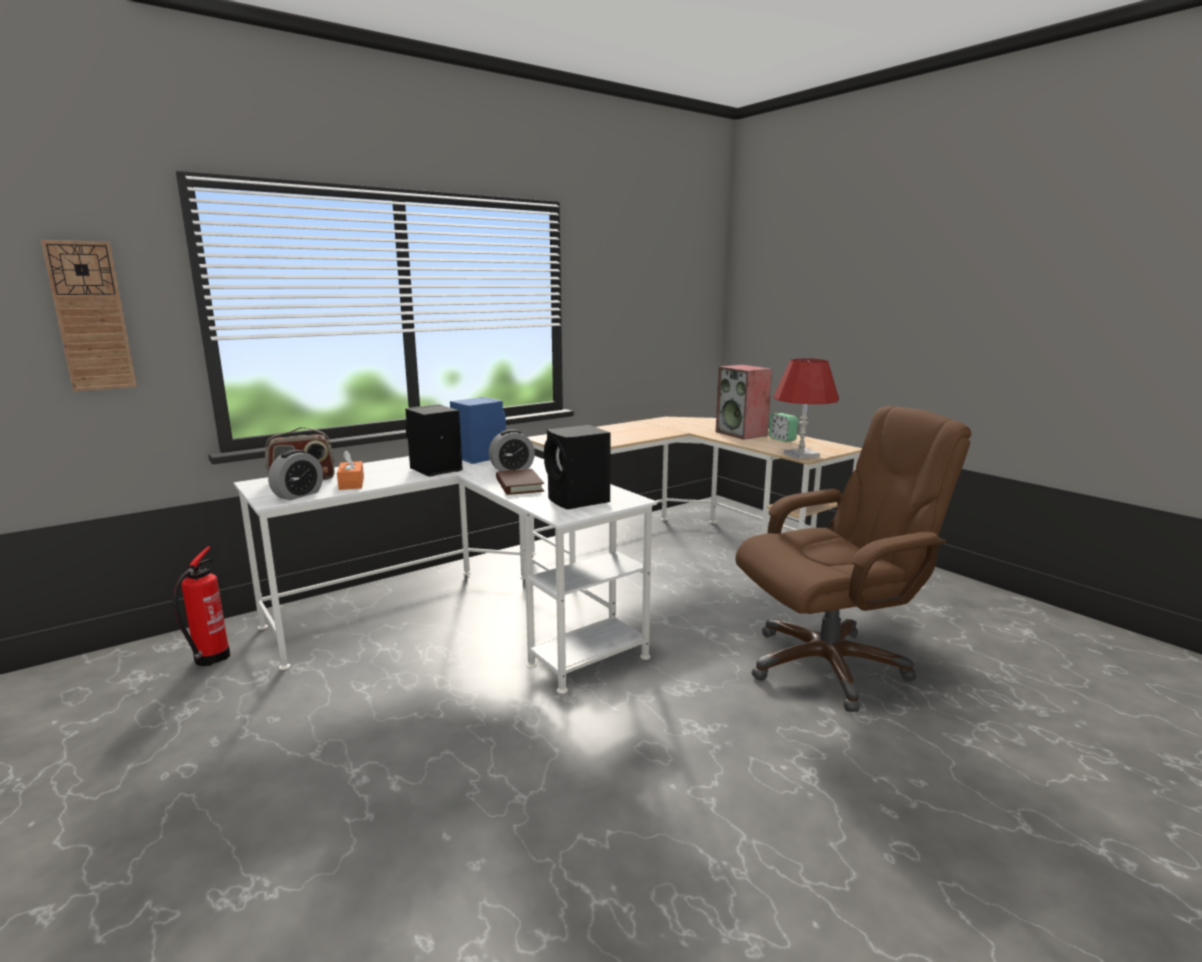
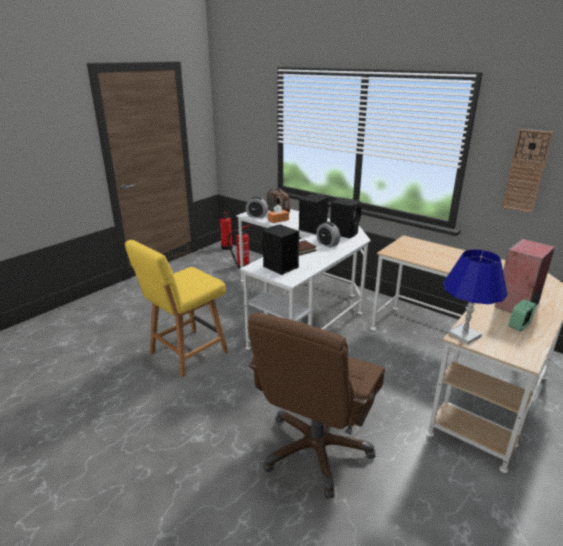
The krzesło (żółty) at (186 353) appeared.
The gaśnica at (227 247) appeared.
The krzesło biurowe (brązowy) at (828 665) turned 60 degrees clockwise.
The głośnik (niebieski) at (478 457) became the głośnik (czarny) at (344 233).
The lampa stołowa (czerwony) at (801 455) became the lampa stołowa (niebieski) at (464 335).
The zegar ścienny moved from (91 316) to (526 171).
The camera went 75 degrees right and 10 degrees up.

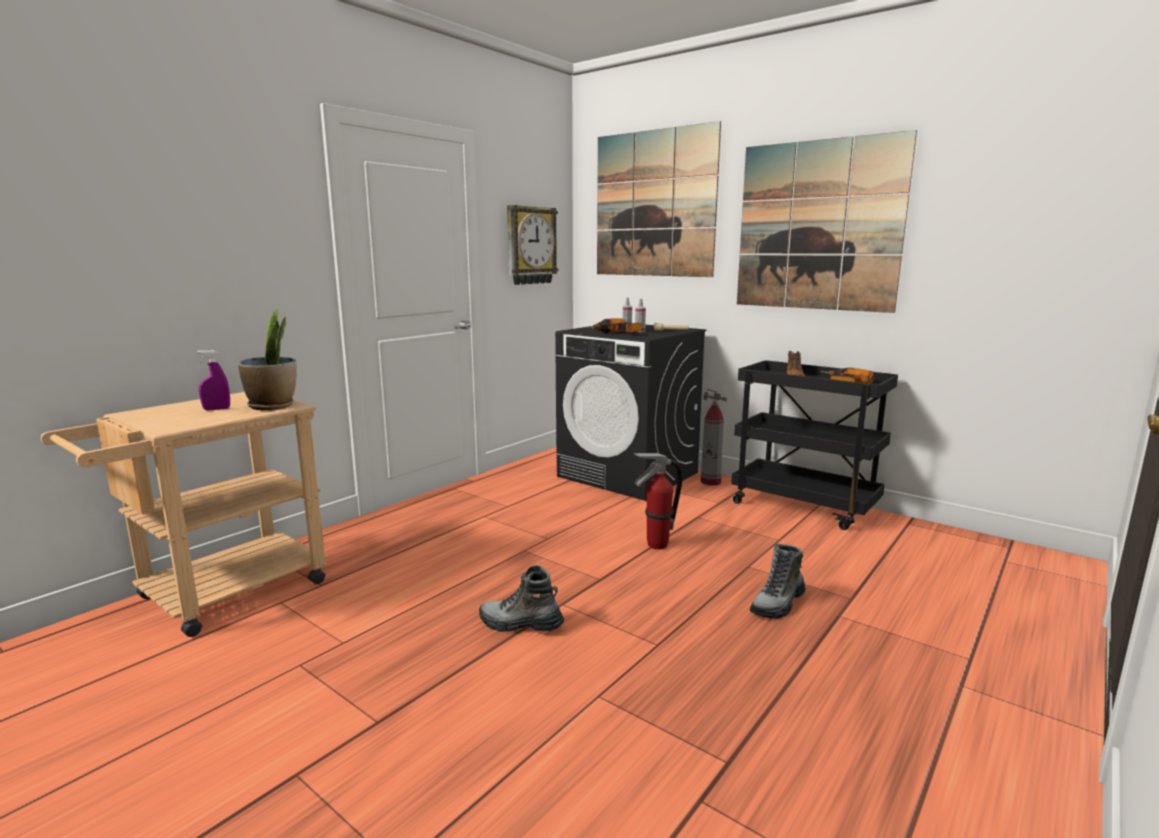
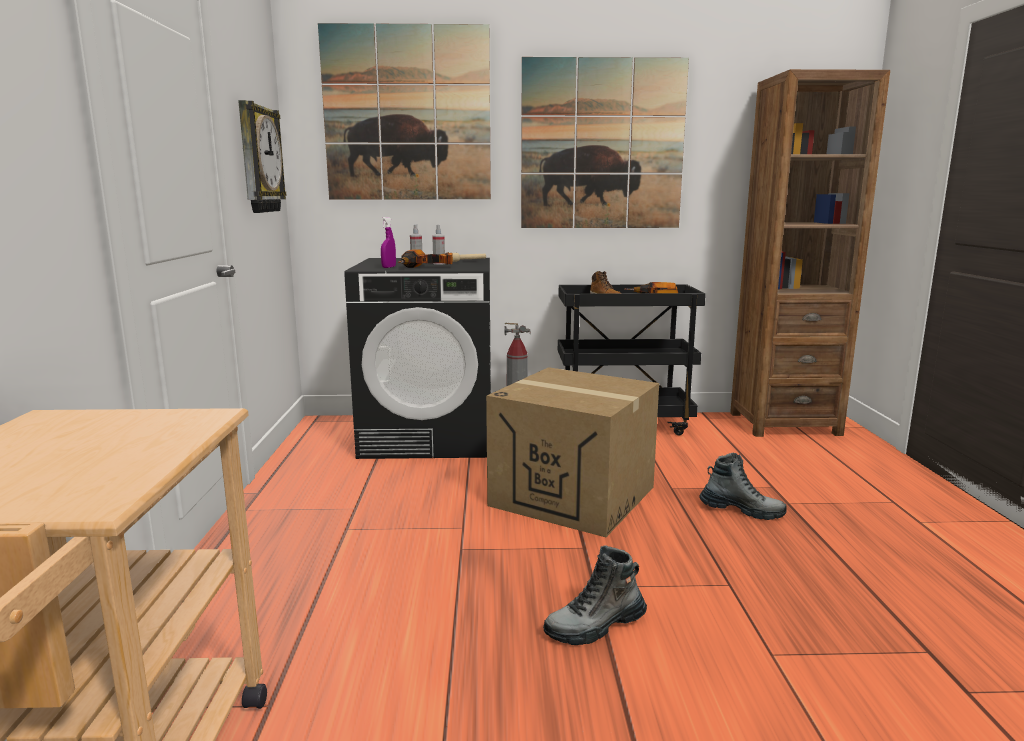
The spryskiwacz (fioletowy) moved from (216 409) to (389 267).
The gaśnica at (656 545) was replaced by the karton at (573 496).
The but z cholewką at (778 604) turned 75 degrees counterclockwise.
The regał (brązowy) at (784 424) appeared.
The roślina doniczkowa at (272 406) disappeared.
The camera went 40 degrees left and 0 degrees up.

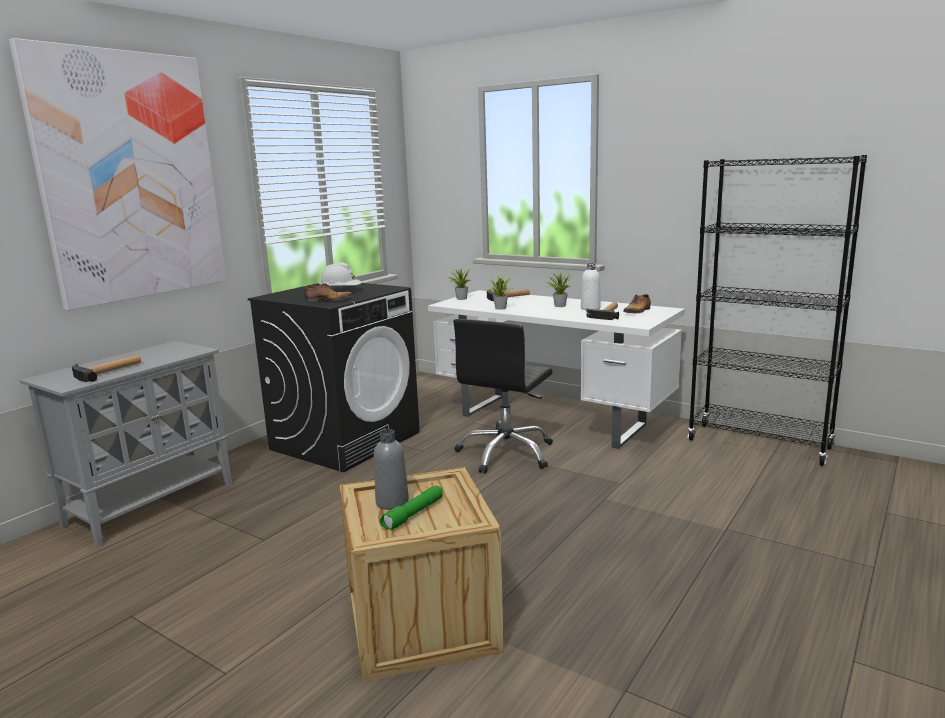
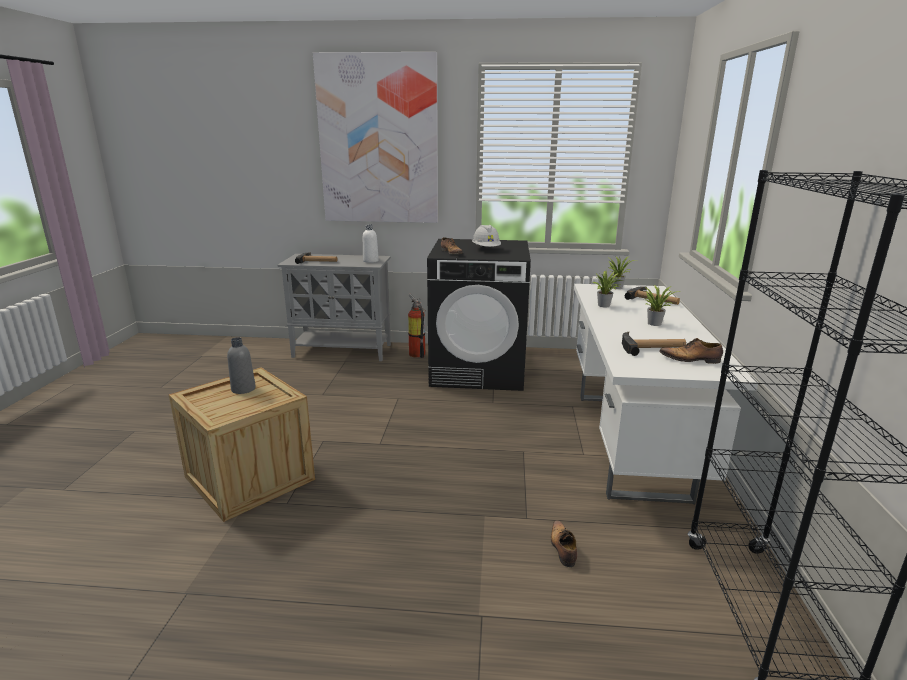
The butelka (biały) moved from (590 308) to (370 261).
The gaśnica at (417 353) appeared.
The but at (562 547) appeared.
The latarka (zielony) at (413 515) disappeared.
The krzesło biurowe (czarny) at (506 453) disappeared.
The camera went 60 degrees right and 5 degrees up.

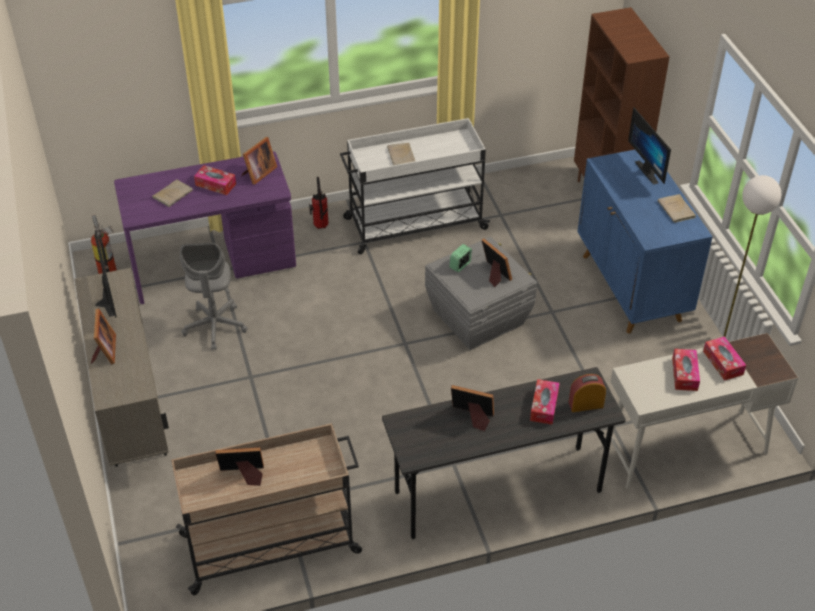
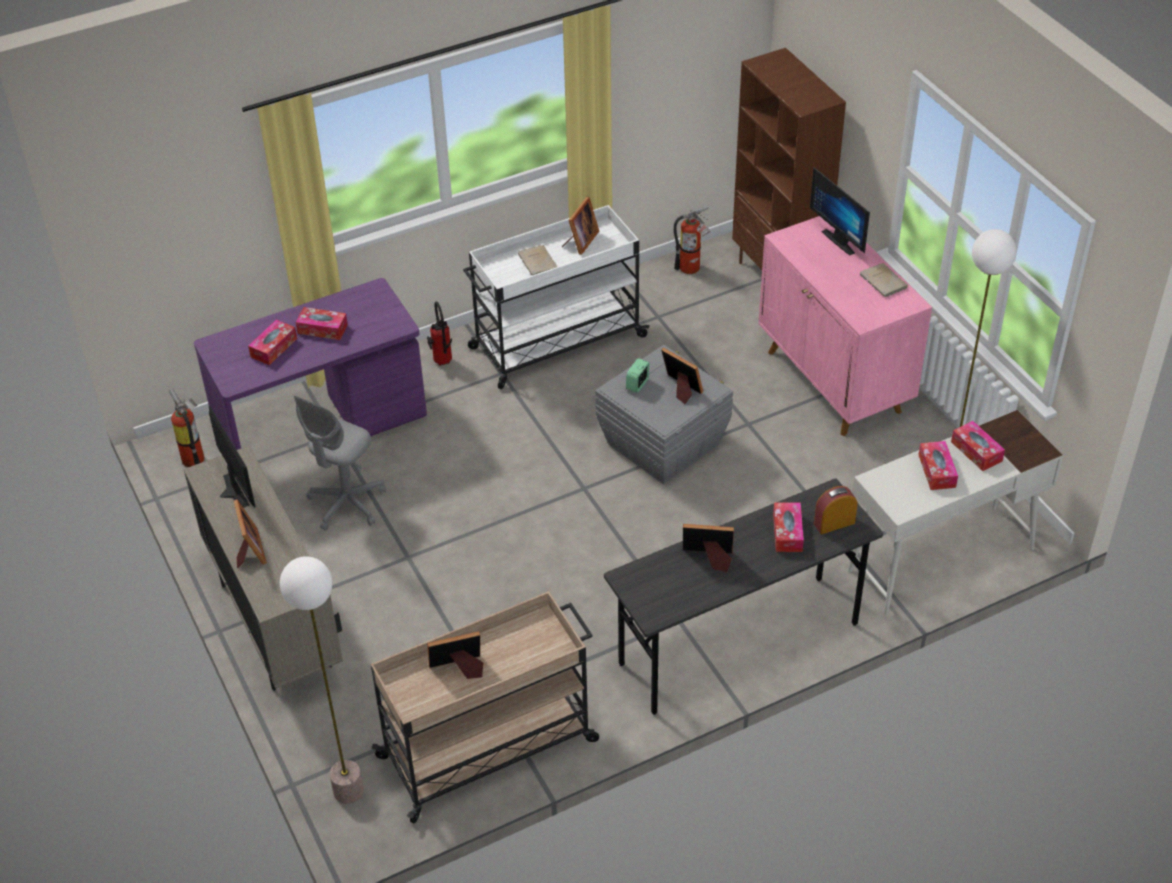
The książka (beżowy) at (173 194) was replaced by the pudełko chusteczek at (274 348).
The lampa stojąca at (347 790) appeared.
The krzesło biurowe (szary) at (215 326) turned 45 degrees clockwise.
The ramka na zdjęcie moved from (258 173) to (580 241).
The gaśnica at (692 268) appeared.
The szafka (niebieski) at (631 288) became the szafka (różowy) at (834 382).
The camera went 10 degrees left and 0 degrees up.

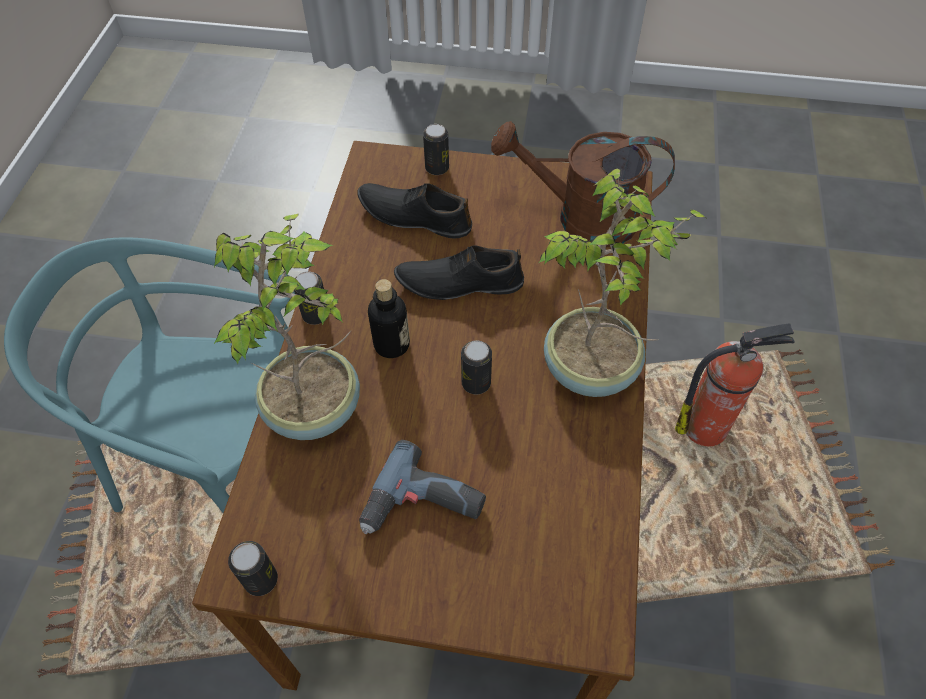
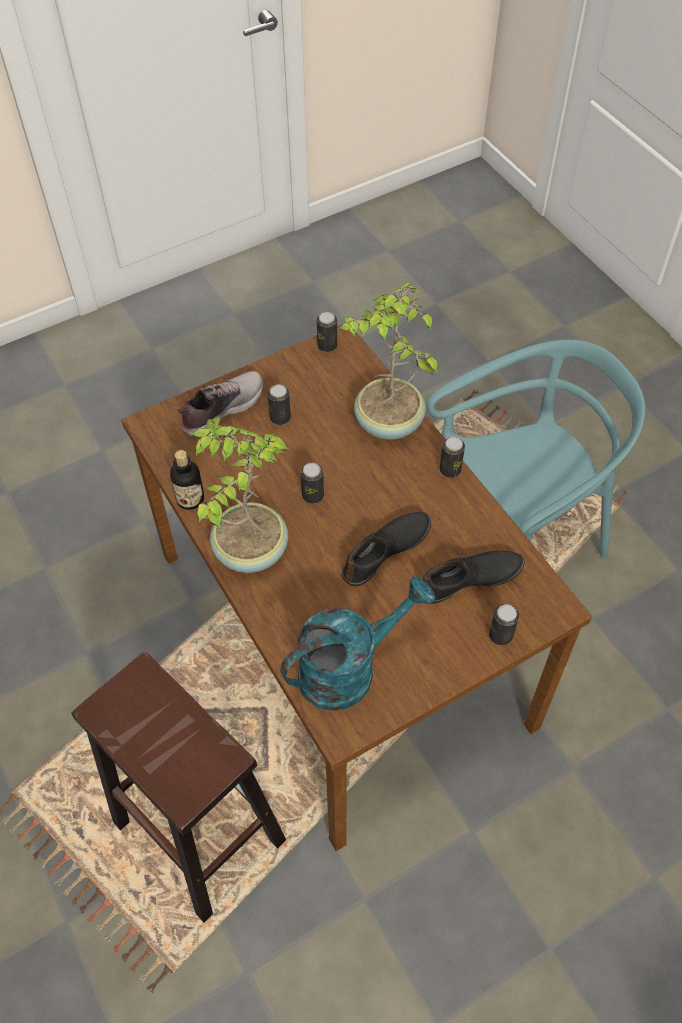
The gaśnica at (707 427) was replaced by the stołek (brązowy) at (197 830).
The butelka moved from (391 344) to (190 499).
The but at (221 409) appeared.
The wiertarka at (423 508) was replaced by the puszka at (280 418).
The konewka (brązowy) at (582 218) became the konewka (turkusowy) at (349 668).
The camera went 140 degrees right and 0 degrees up.

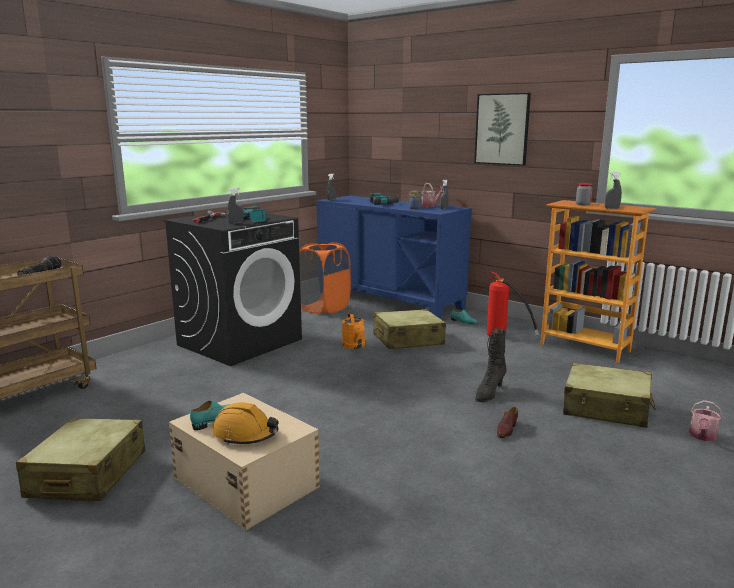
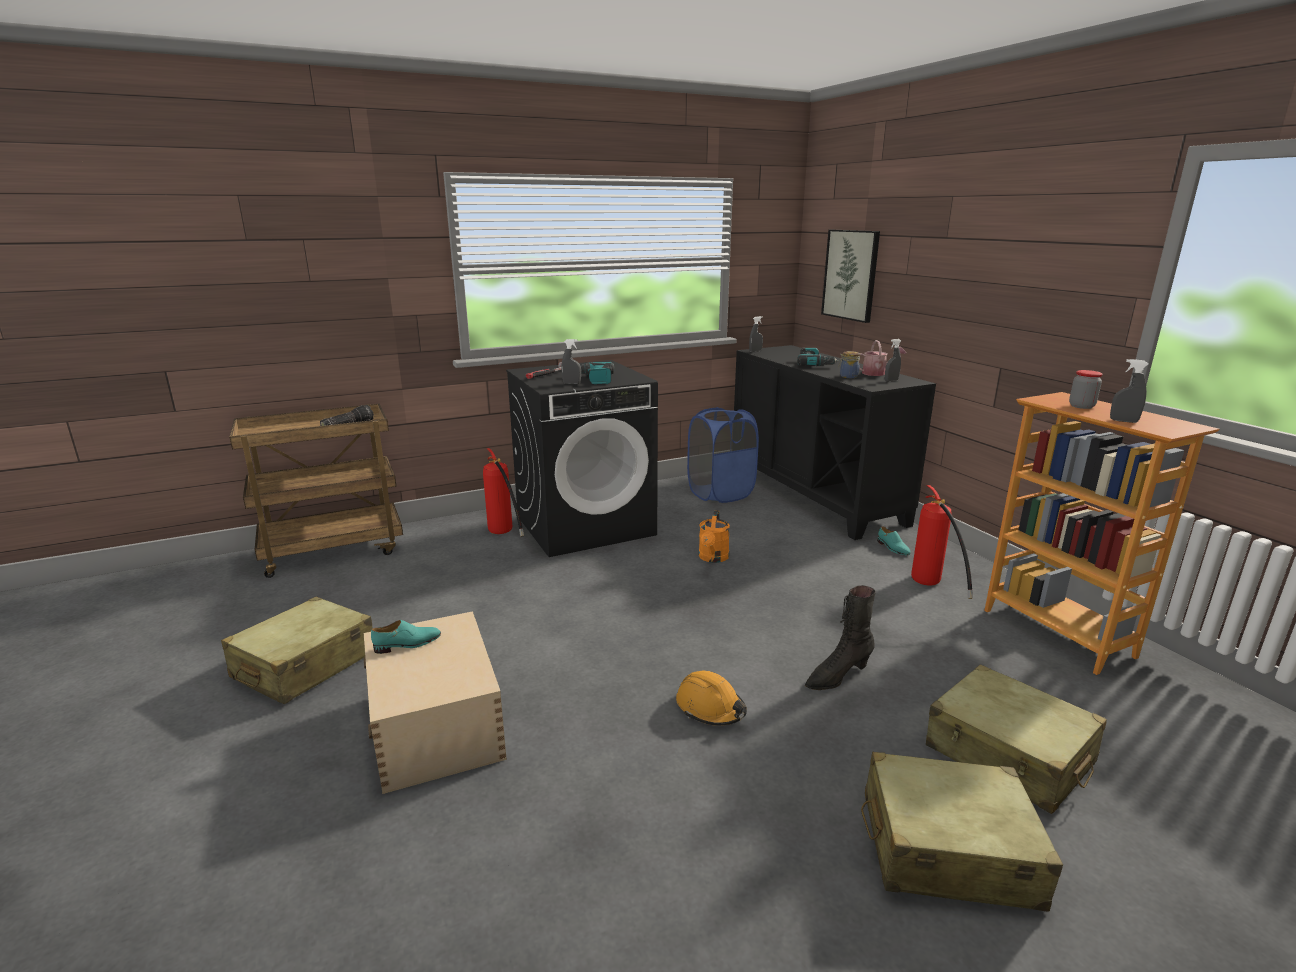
The gaśnica at (504 535) appeared.
The kask (pomarańczowy) moved from (245 434) to (710 708).
The kosz na pranie (pomarańczowy) at (324 308) became the kosz na pranie (niebieski) at (720 493).
The szafka (niebieski) at (390 300) became the szafka (czarny) at (815 495).
The obraz moved from (502 129) to (851 275).
The walizka (beżowy) moved from (407 340) to (947 849).
The but (brązowy) at (506 429) disappeared.
The konewka at (702 436) disappeared.
The camera went 25 degrees right and 5 degrees up.

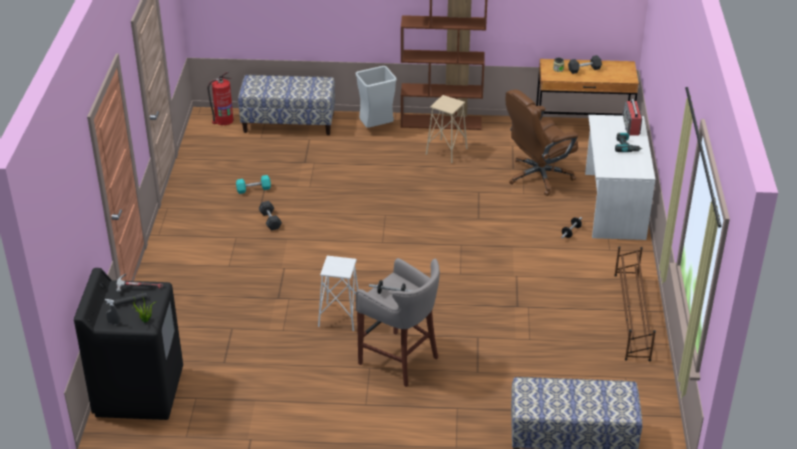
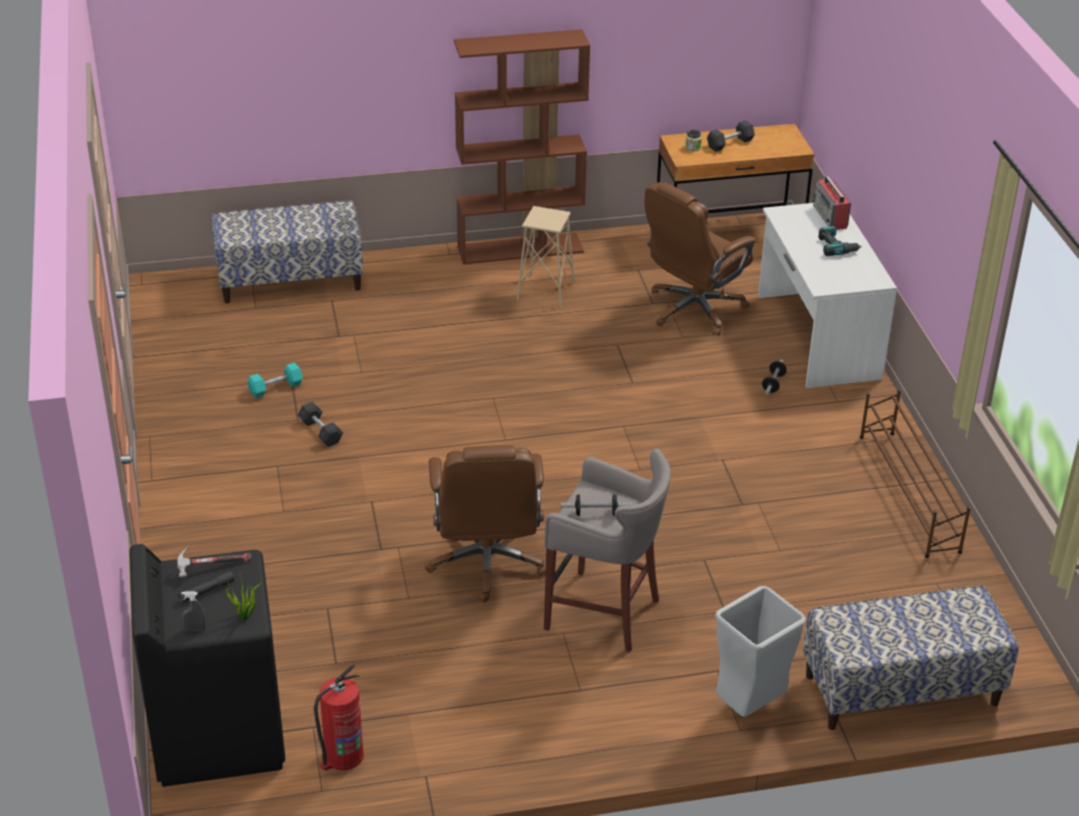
The gaśnica moved from (223 120) to (342 756).
The stołek (biały) at (339 317) was replaced by the krzesło biurowe (brązowy) at (487 563).
The kosz na śmieci (szary) moved from (376 128) to (749 707).
The camera went 15 degrees left and 0 degrees up.

